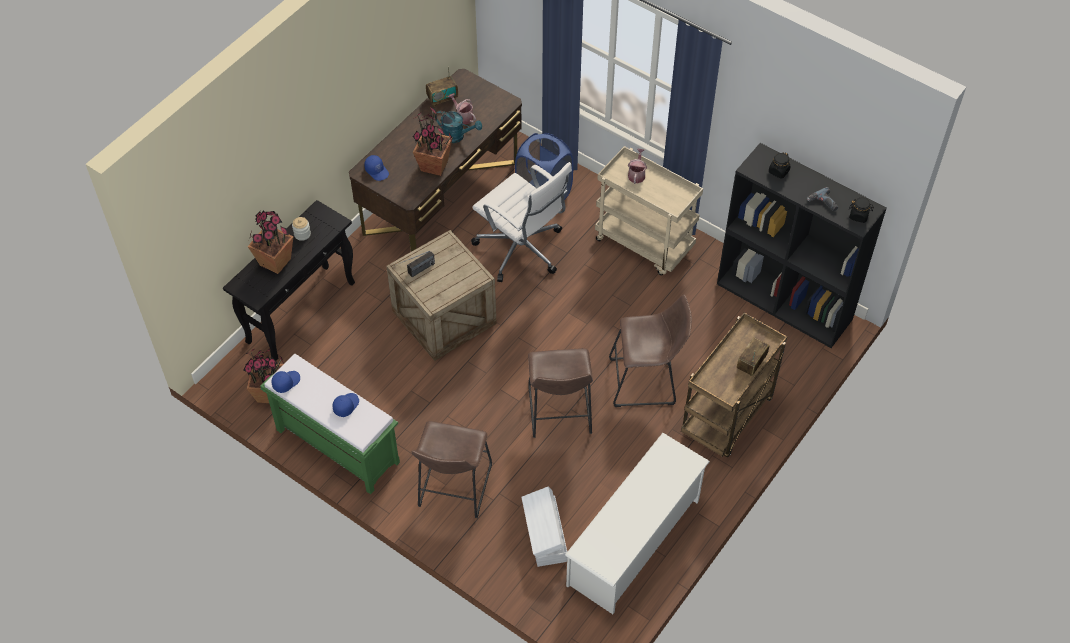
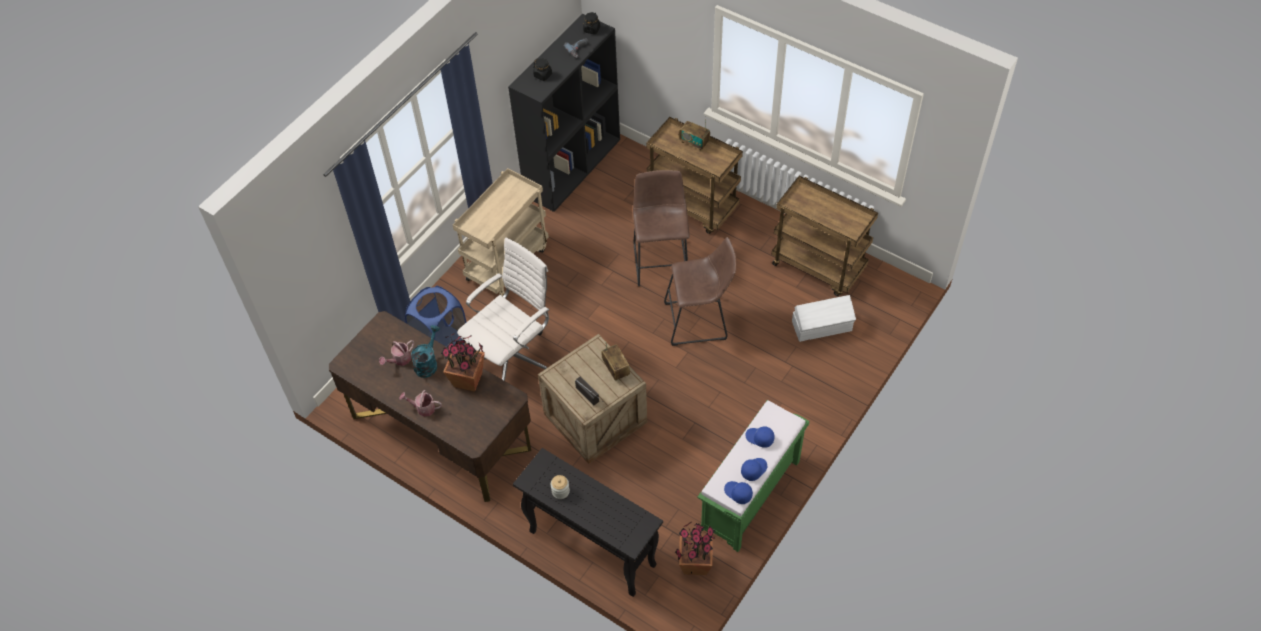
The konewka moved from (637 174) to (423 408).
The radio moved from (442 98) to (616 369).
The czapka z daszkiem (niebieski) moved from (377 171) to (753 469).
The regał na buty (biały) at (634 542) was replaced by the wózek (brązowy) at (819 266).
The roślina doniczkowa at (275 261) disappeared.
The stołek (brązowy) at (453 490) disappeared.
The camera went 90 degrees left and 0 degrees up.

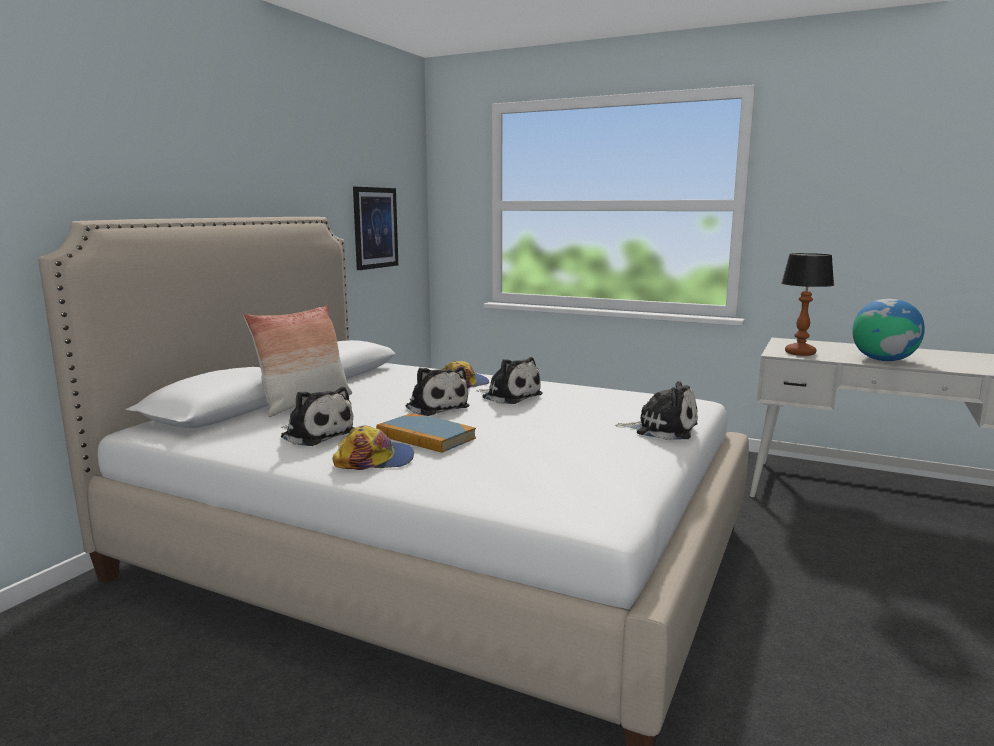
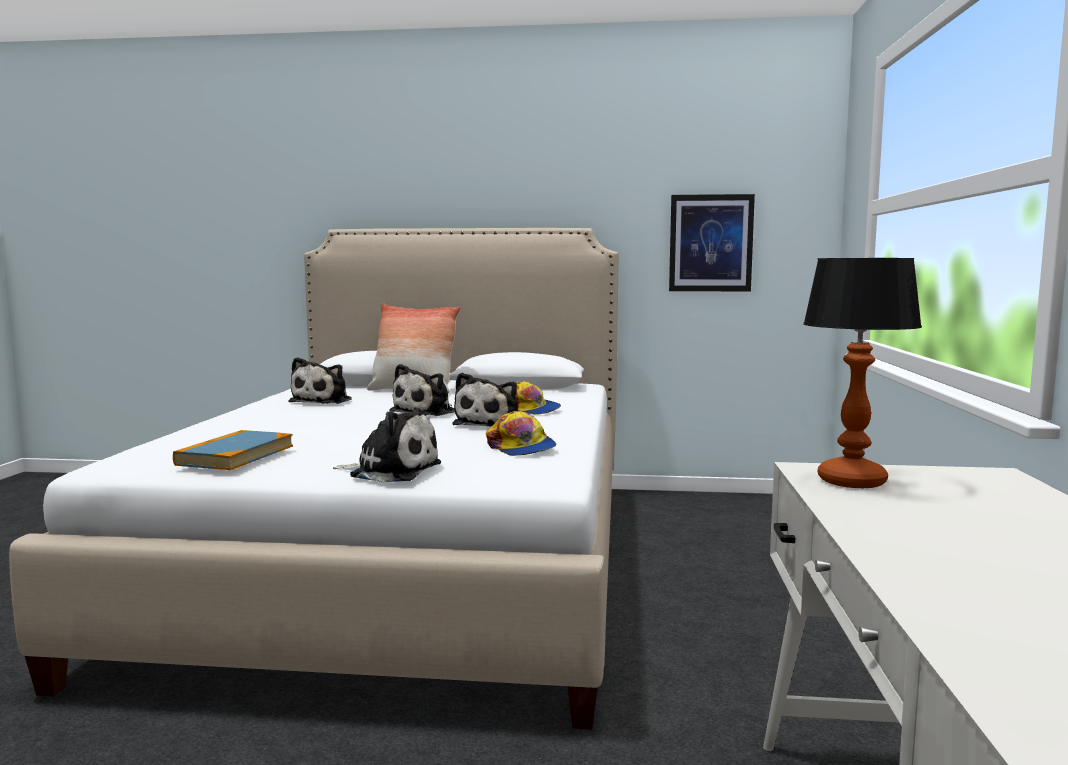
The książka moved from (425 437) to (235 455).
The pluszak at (662 429) turned 75 degrees counterclockwise.
The czapka z daszkiem moved from (375 460) to (521 448).
The globus at (883 360) disappeared.
The camera went 70 degrees right and 5 degrees down.

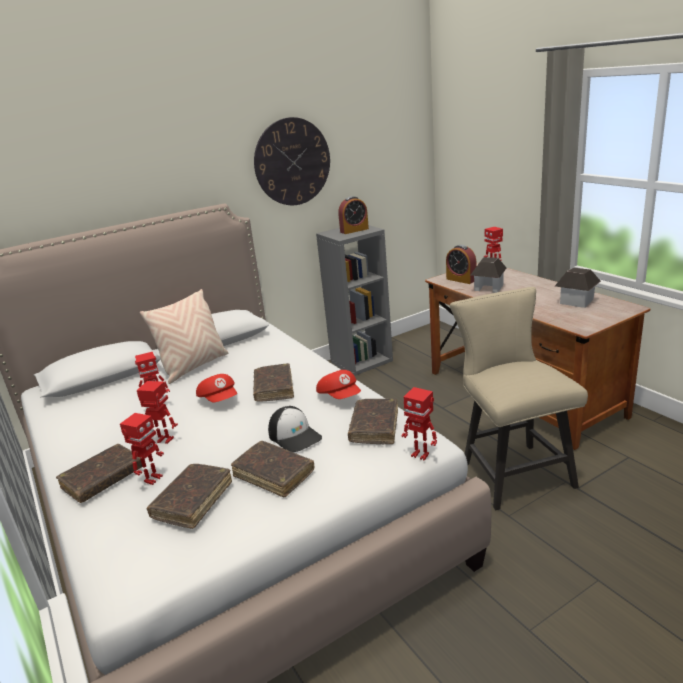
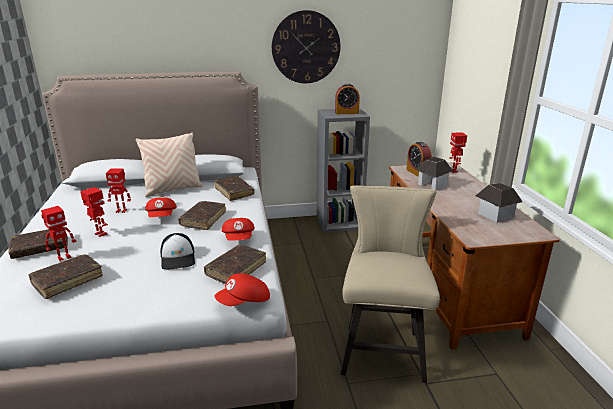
The książka (brązowy) moved from (273 474) to (234 192).
The robot zabawkowy at (420 454) was replaced by the czapka z daszkiem (czerwony) at (244 302).
The camera went 20 degrees right and 0 degrees up.

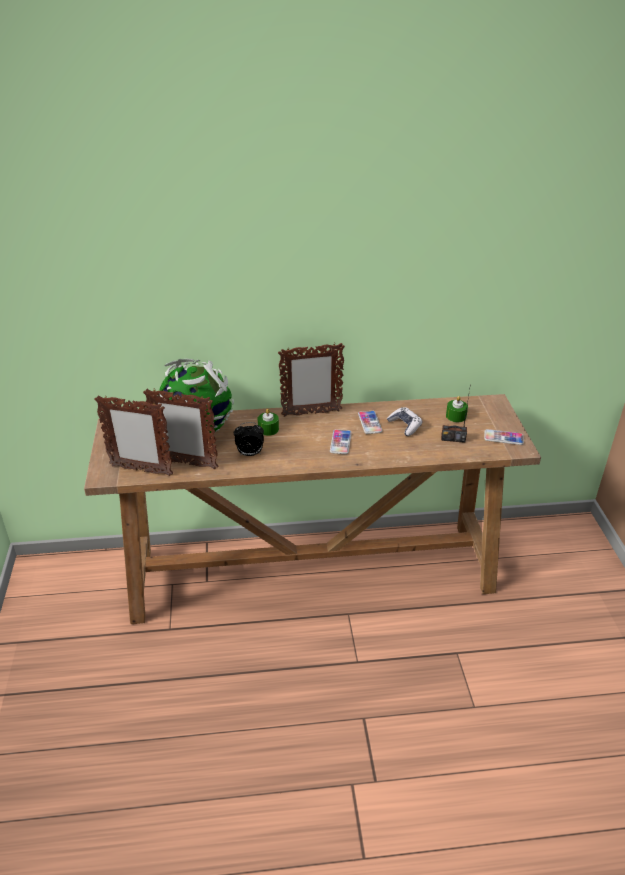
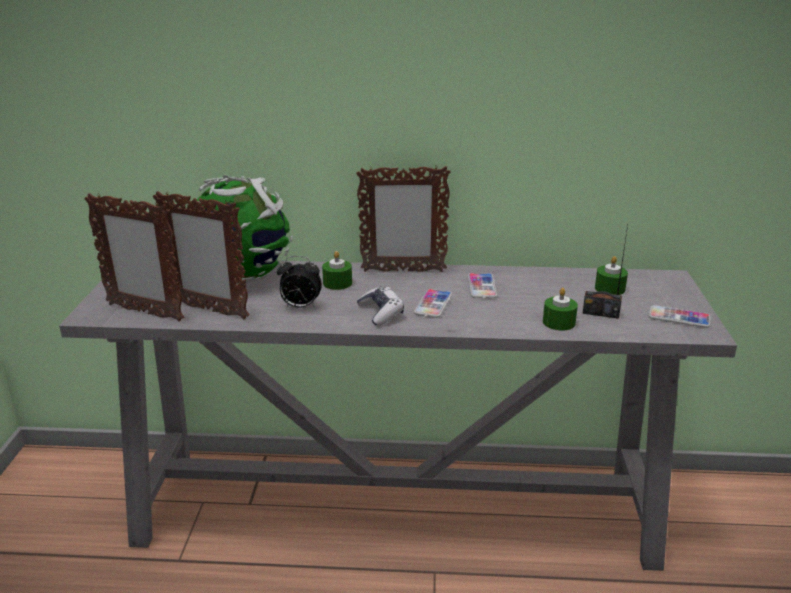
The stolik konsolowy (brązowy) at (313 572) became the stolik konsolowy (szary) at (398 509).
The pad do gier moved from (405 426) to (381 313).
The świeca (zielony) at (559 322) appeared.
The camera went 10 degrees right and 10 degrees down.

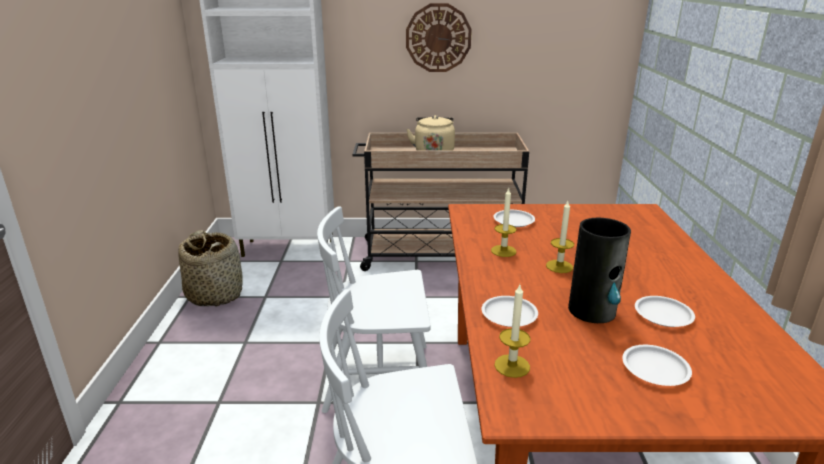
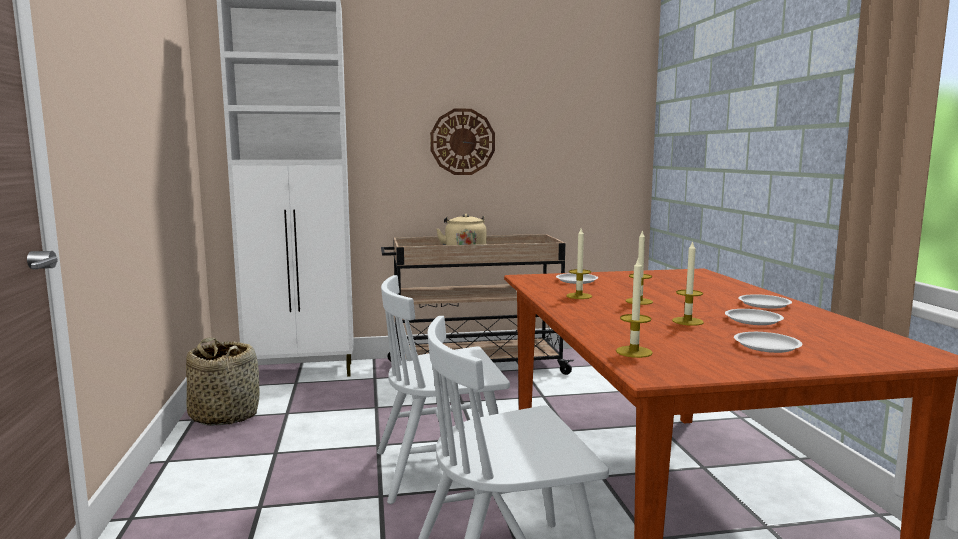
The wazon at (592 310) was replaced by the świeca at (687 321).
The talerz (biały) moved from (509 314) to (764 304).
The camera went 10 degrees left and 15 degrees down.

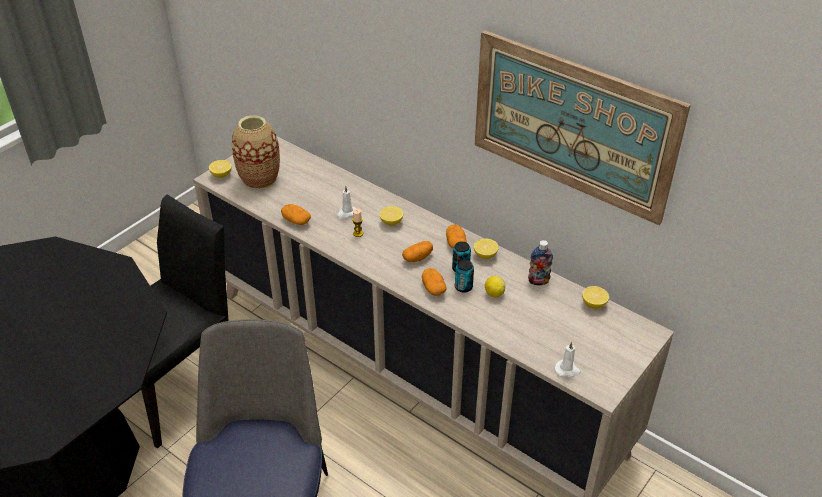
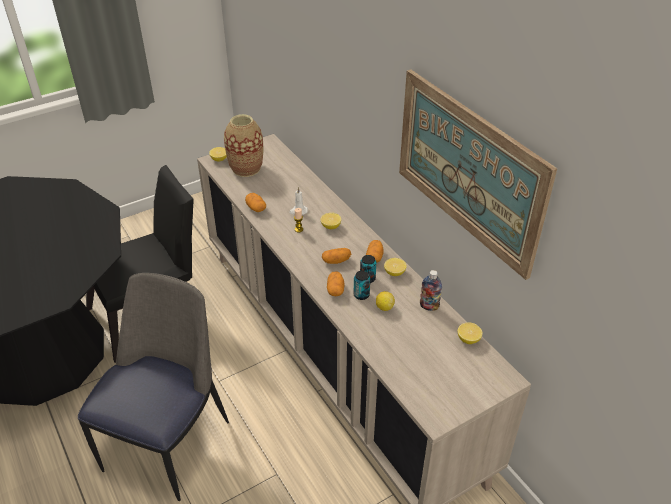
The świeca (biały) at (567 370) disappeared.
The camera went 20 degrees right and 0 degrees up.

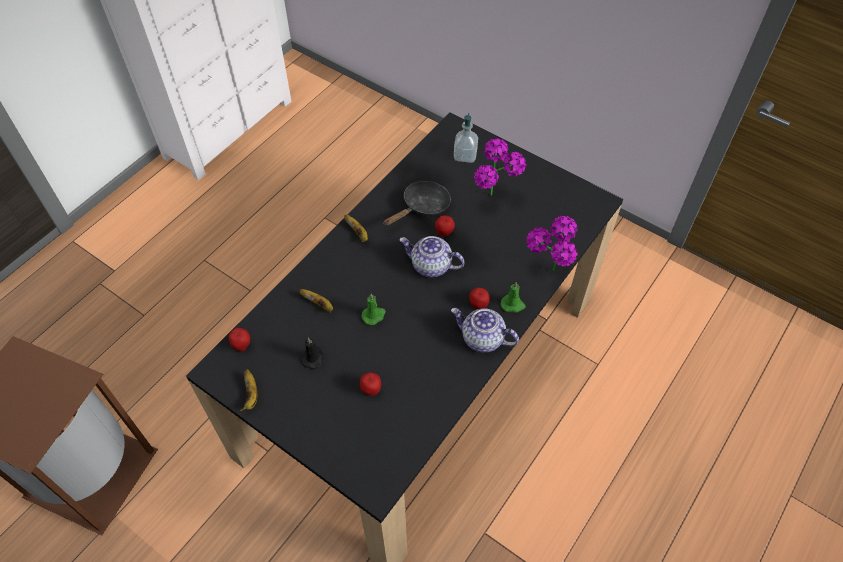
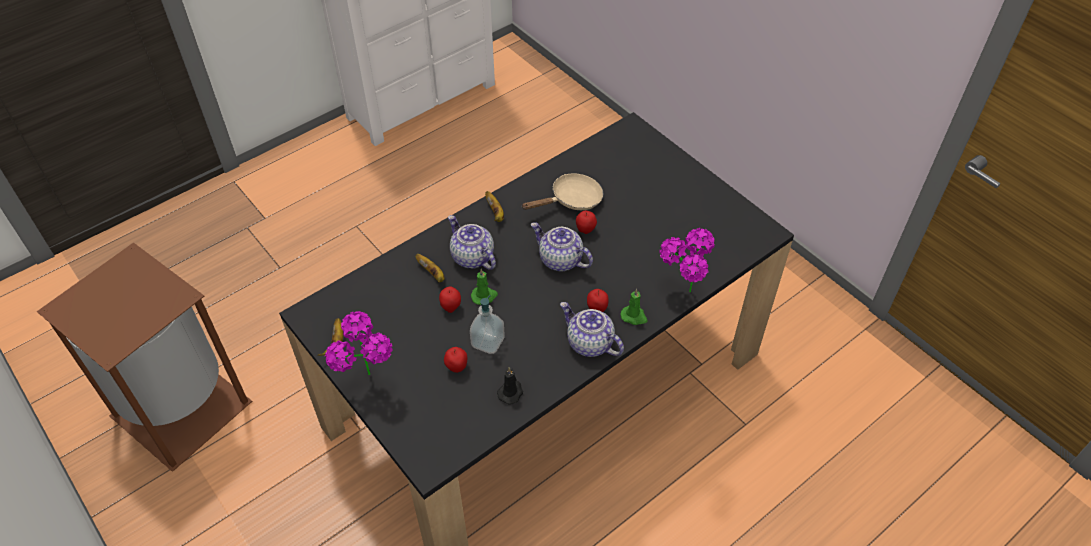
The roślina doniczkowa moved from (495 201) to (370 384).
The jabłko moved from (242 345) to (451 307).
The imbryk at (472 257) appeared.
The dozownik mydła moved from (465 155) to (488 342).
The świeca (czarny) moved from (313 357) to (511 392).
The patelnia (czarny) at (422 207) became the patelnia (beżowy) at (571 200).
The camera went 15 degrees right and 5 degrees down.

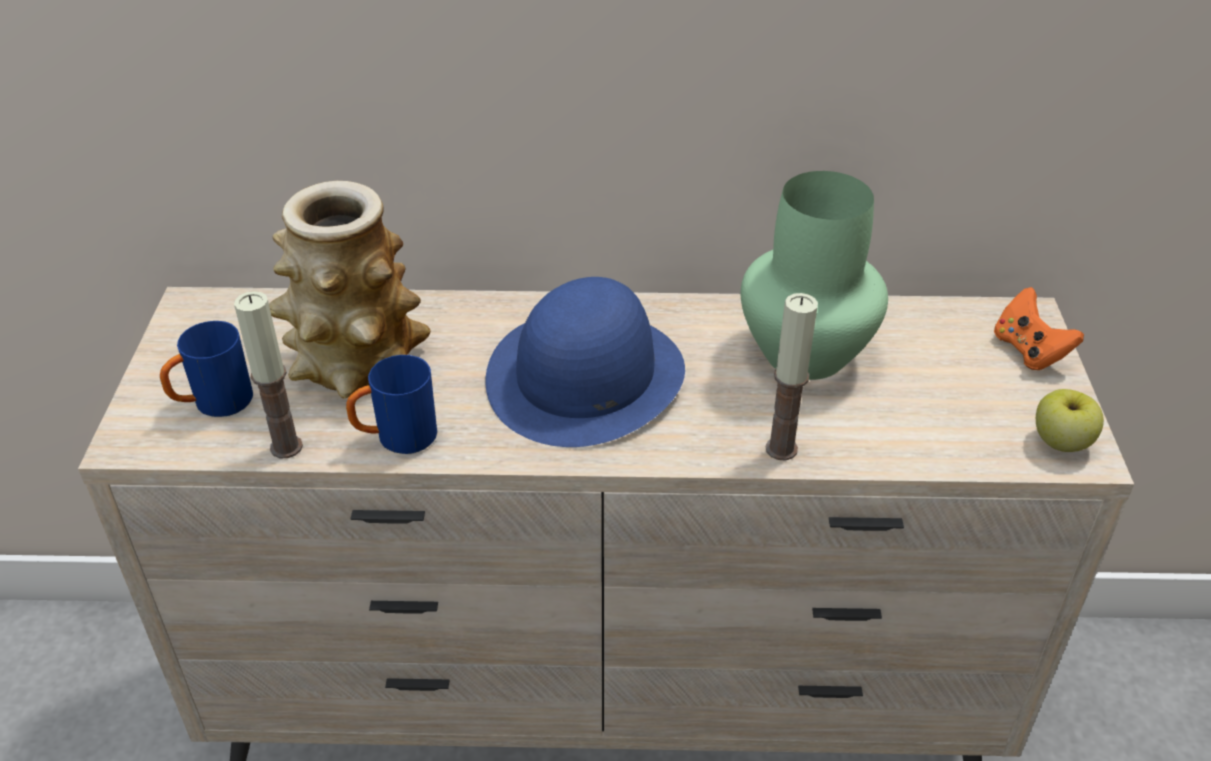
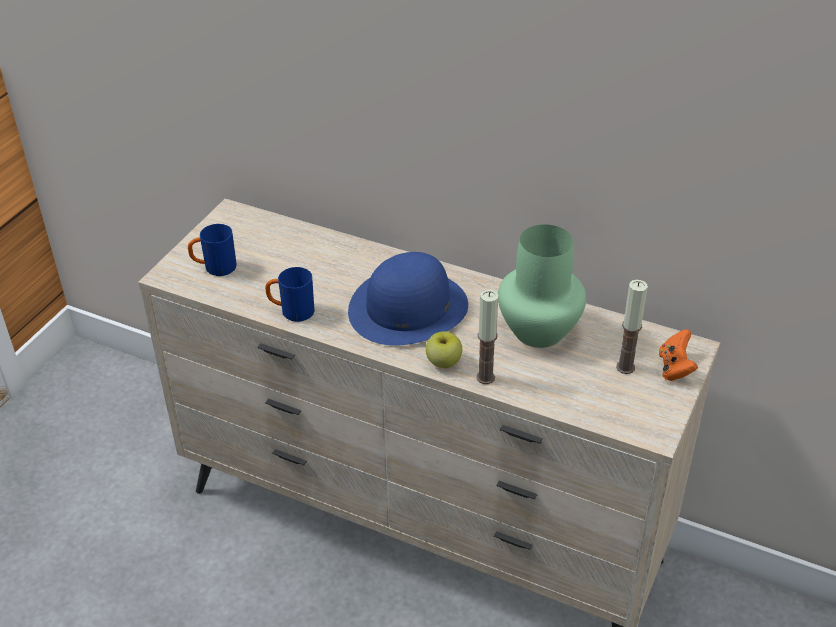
The jabłko moved from (1060 442) to (443 362).
The świeca moved from (286 447) to (625 367).
The wazon at (356 362) disappeared.
The camera went 25 degrees right and 0 degrees up.

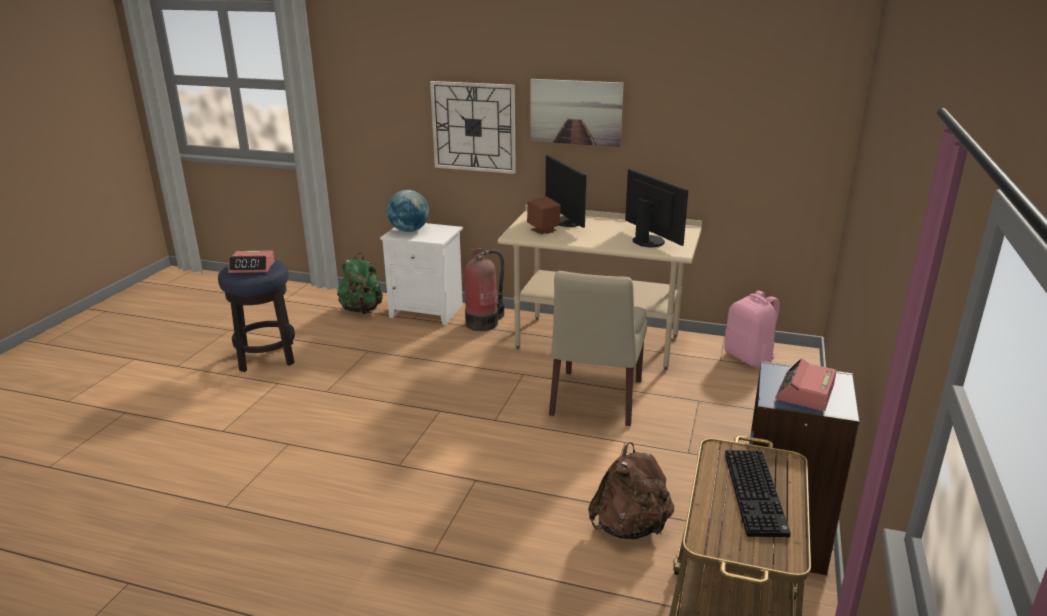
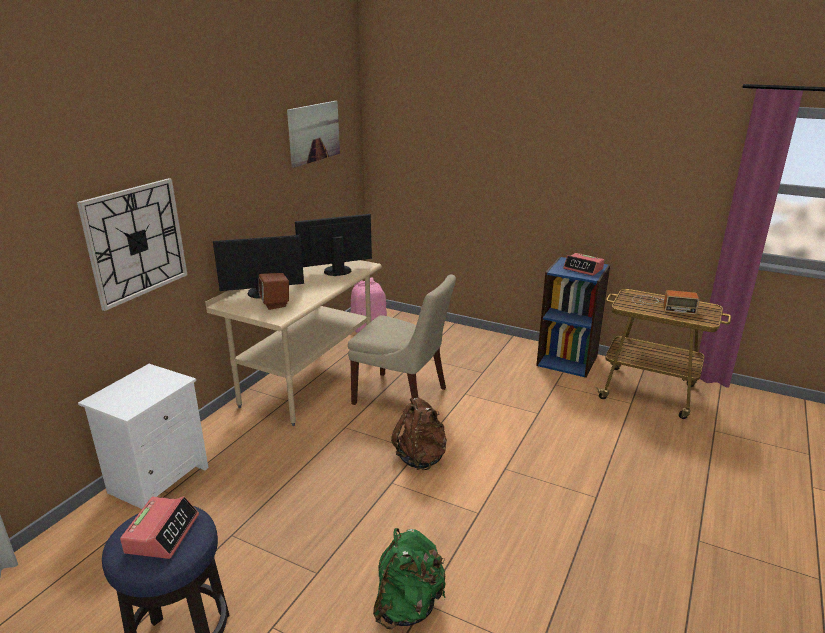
The obraz moved from (575 112) to (314 132).
The plecak (zielony) moved from (362 310) to (408 606).
The plecak (brązowy) moved from (630 528) to (421 458).
The klawiatura at (757 494) was replaced by the radio at (661 304).
The globus at (409 230) disappeared.
The gaśnica at (484 323) disappeared.
The camera went 80 degrees left and 0 degrees up.

